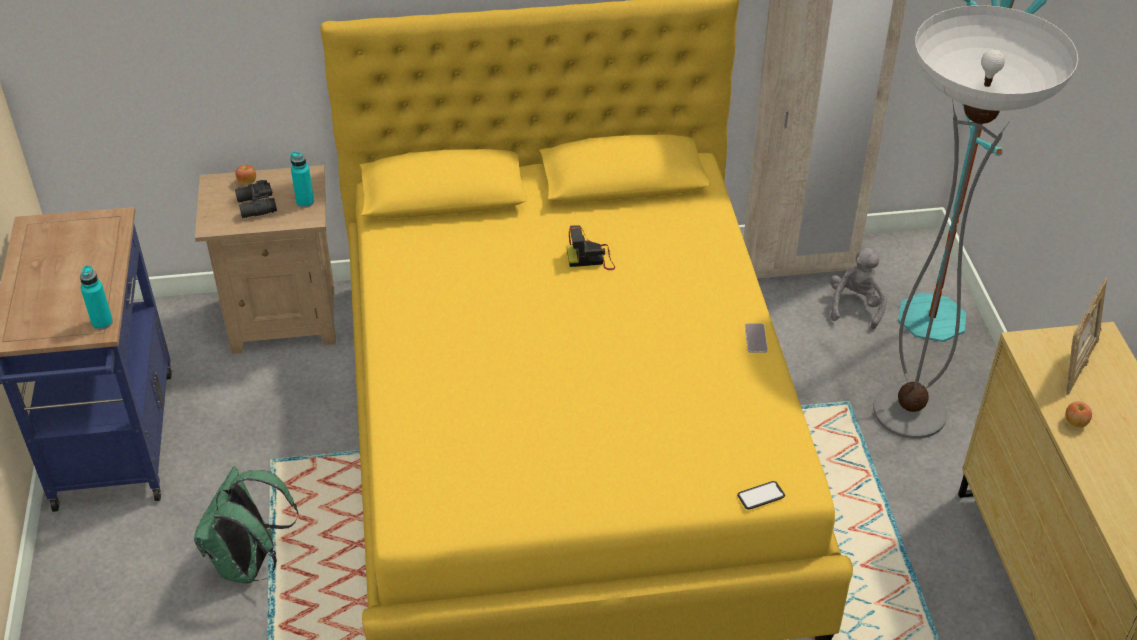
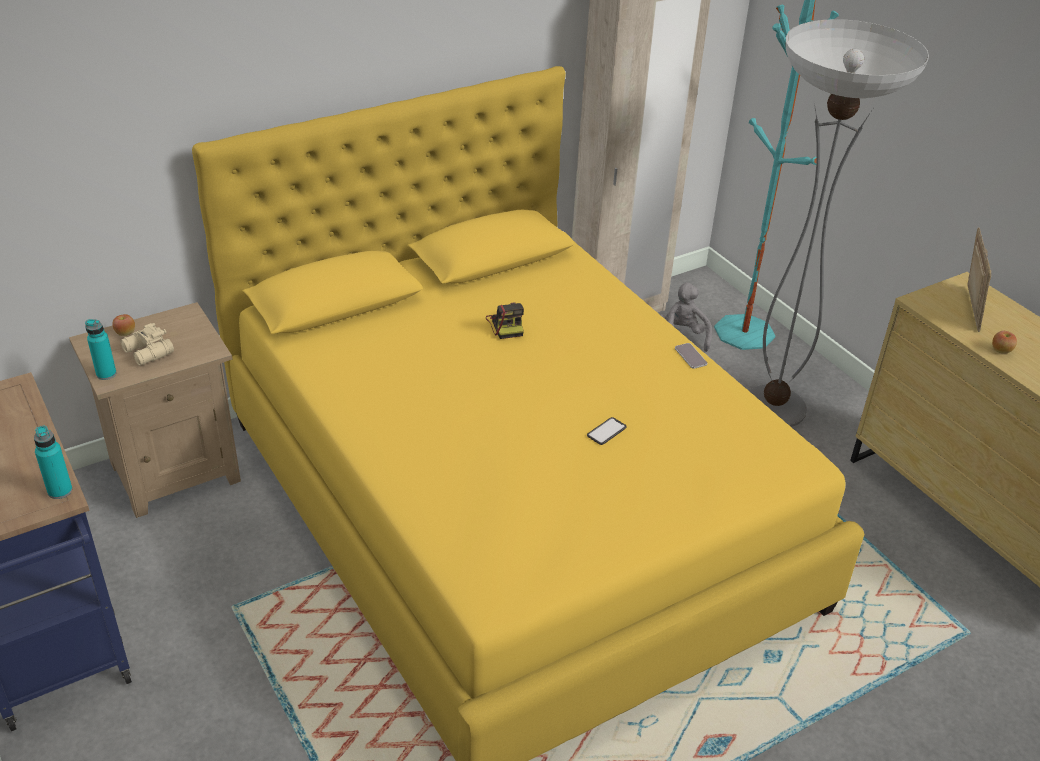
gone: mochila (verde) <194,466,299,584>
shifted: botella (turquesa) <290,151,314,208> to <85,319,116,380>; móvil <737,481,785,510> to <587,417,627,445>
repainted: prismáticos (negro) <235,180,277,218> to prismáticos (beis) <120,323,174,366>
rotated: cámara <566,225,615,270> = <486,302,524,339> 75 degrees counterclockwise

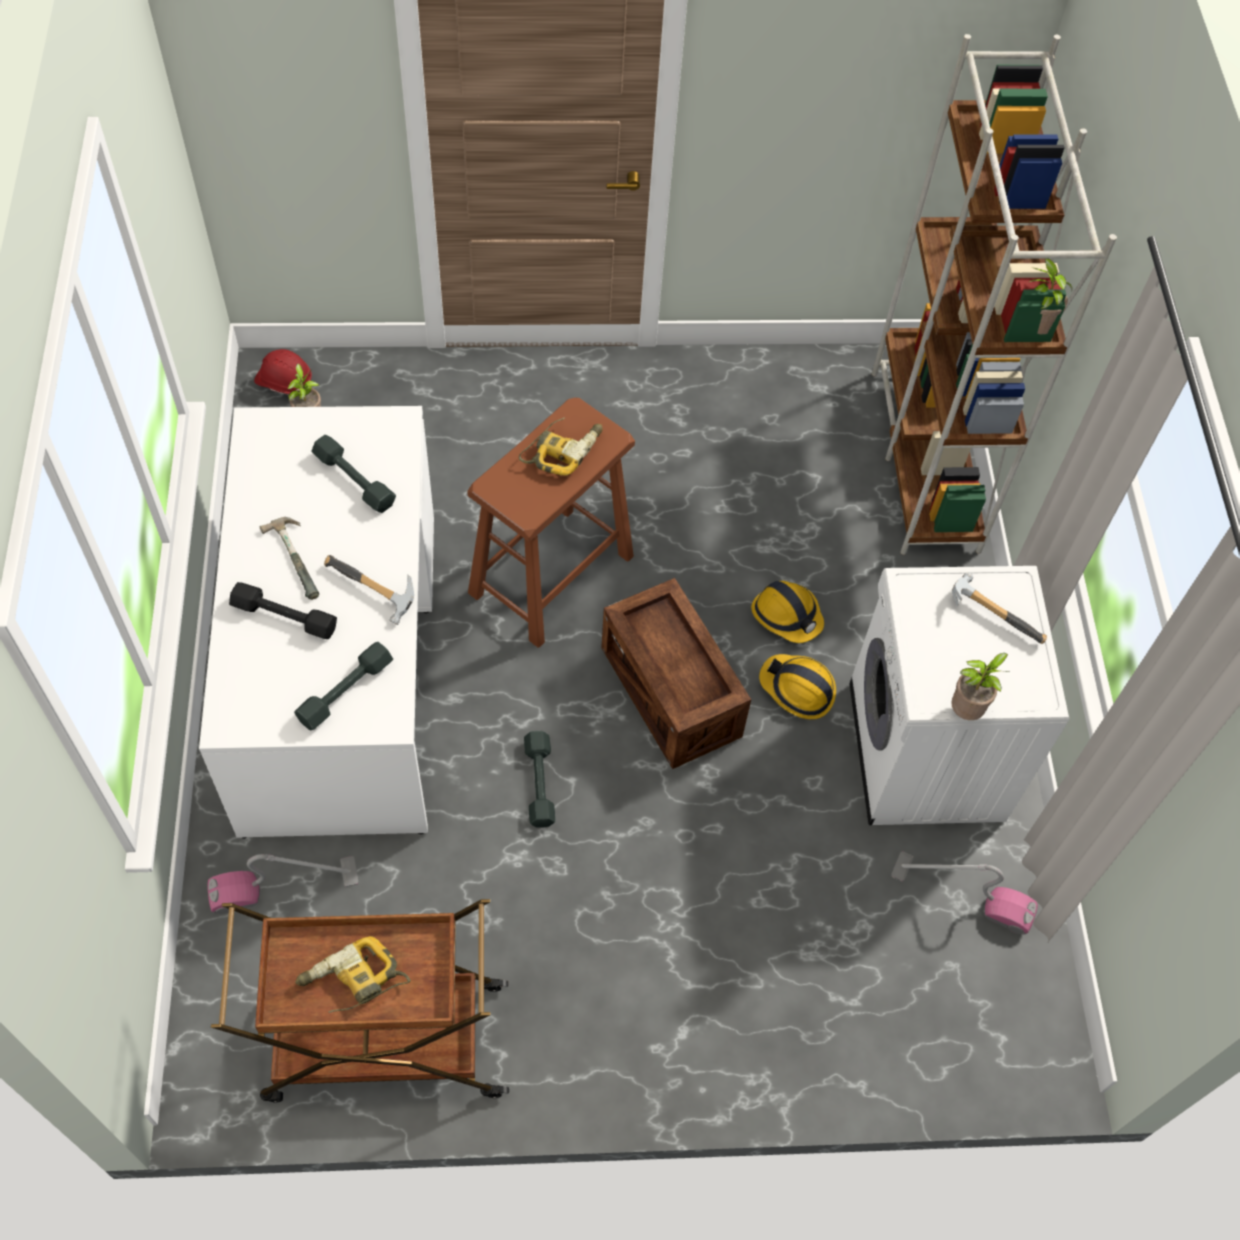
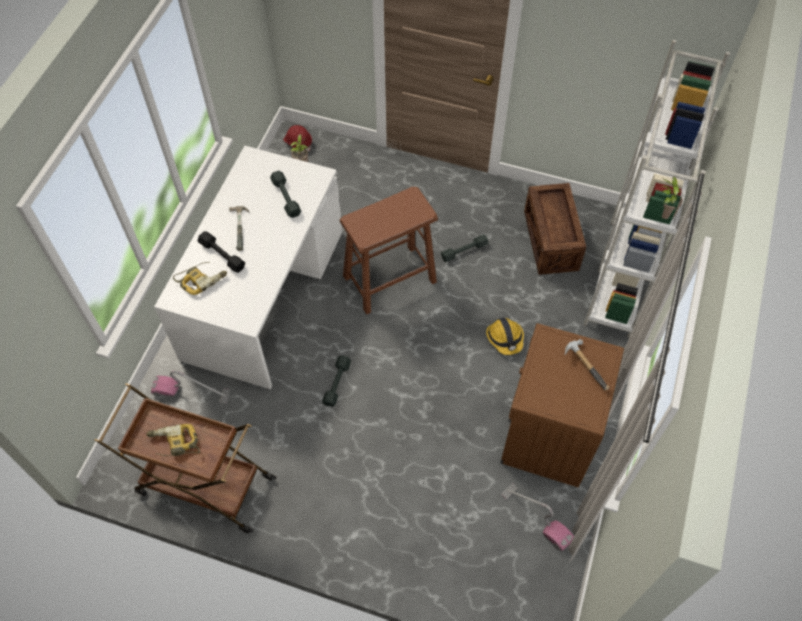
gone: martillo <324,555,414,625>; casco <759,654,836,720>; planta en maceta <951,653,1009,720>
shifted: taladro <519,417,603,476> to <173,262,227,295>; mancuerna (gris) <294,642,393,730> to <441,234,489,262>; caja de embalaje <601,578,751,769> to <524,183,586,275>
repainted: lavadora (blanco) <849,566,1069,825> to lavadora (marrón) <500,323,624,487>; estantería (marrón) <872,34,1117,555> to estantería (blanco) <584,40,730,338>

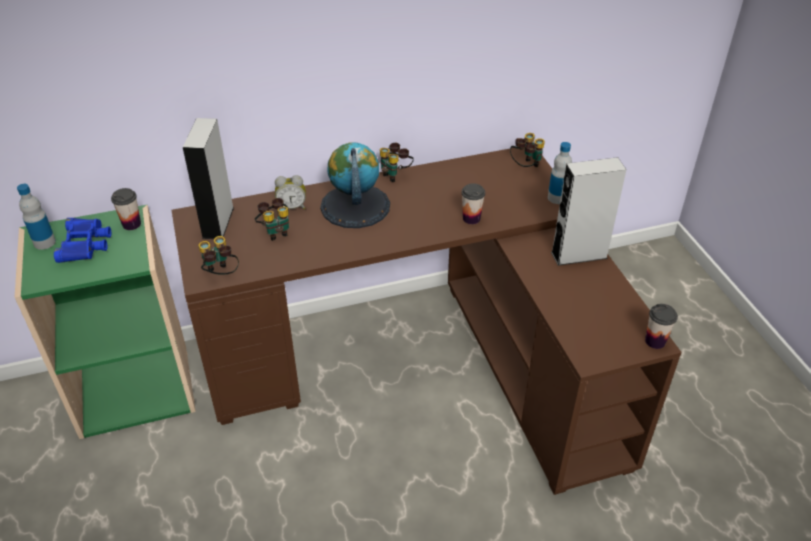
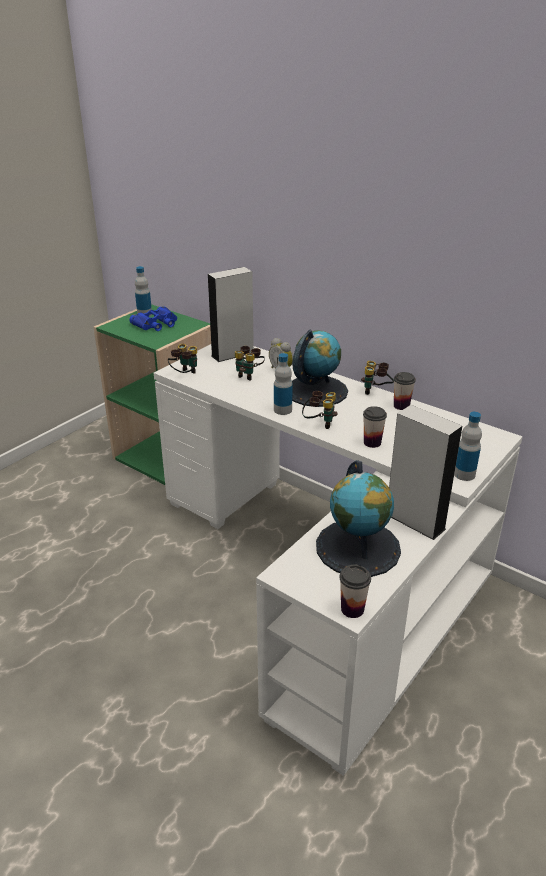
new: botella <274,353,293,415>; globo terráqueo <316,460,401,577>
shifted: prismáticos <510,133,545,167> to <302,391,338,429>; taza <111,188,141,230> to <394,372,416,410>
repainted: escritorio (marrón) <171,147,682,495> to escritorio (blanco) <154,344,523,776>

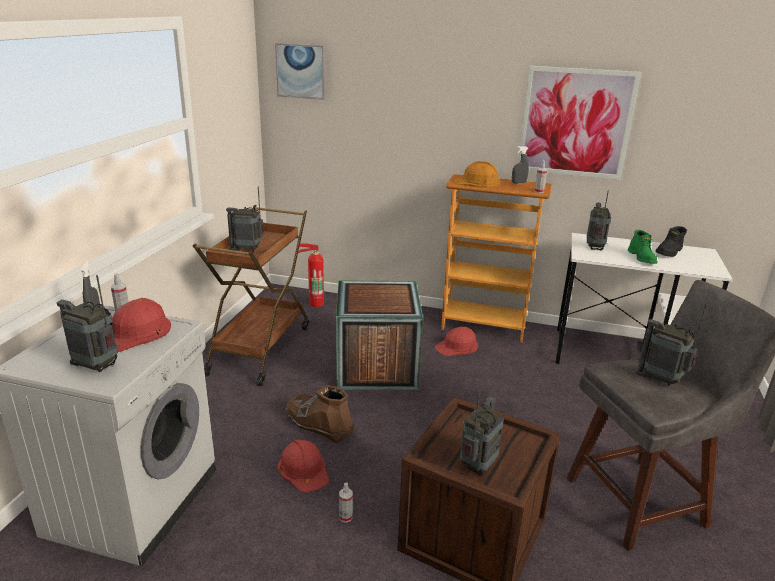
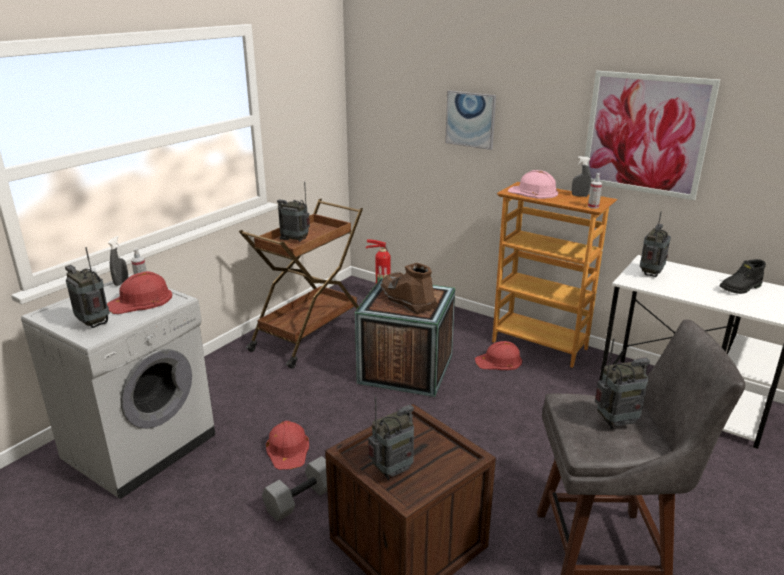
gone: bota (verde) <628,230,658,264>
shifted: bota (marrón) <284,385,355,444> to <380,263,438,314>; cuadro <275,43,325,100> to <445,91,496,150>
swapped: pulverizador <339,483,353,523> to mancuerna (gris) <262,456,327,521>
repainted: casco (naranja) <453,161,500,188> to casco (rosa) <508,170,558,199>
rotated: radio <636,304,707,386> = <595,338,650,429> 105 degrees clockwise

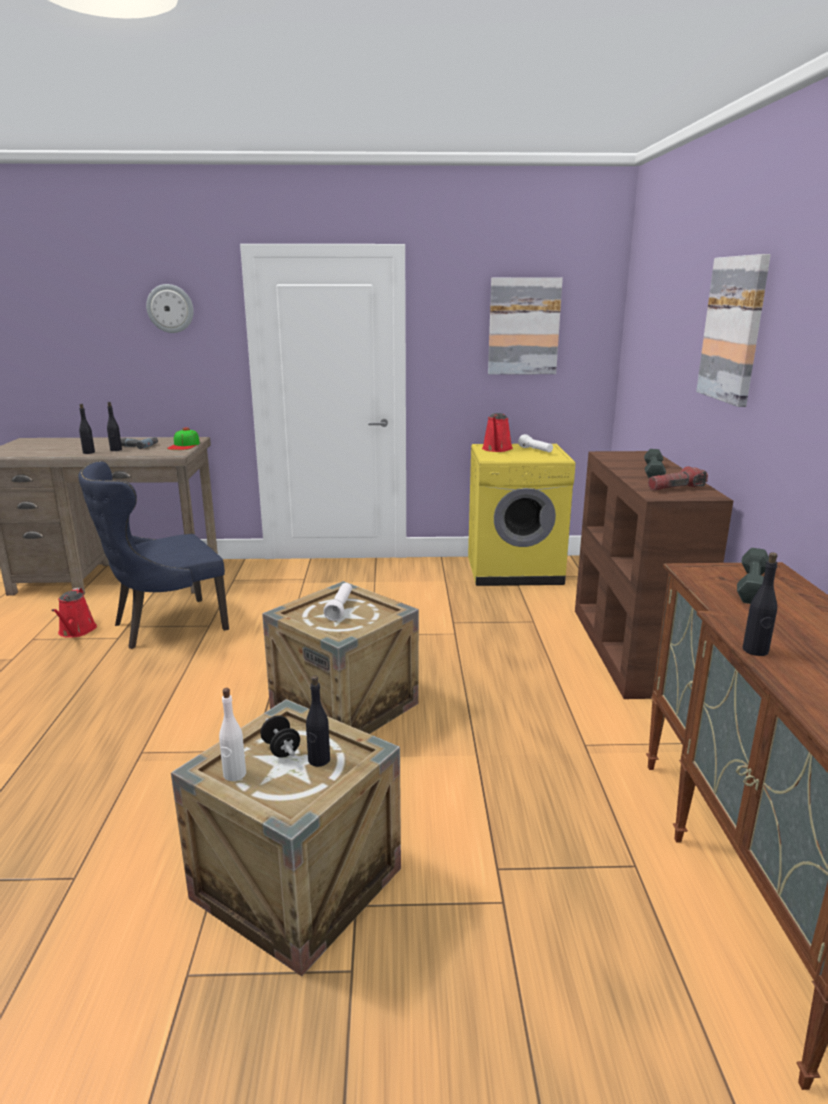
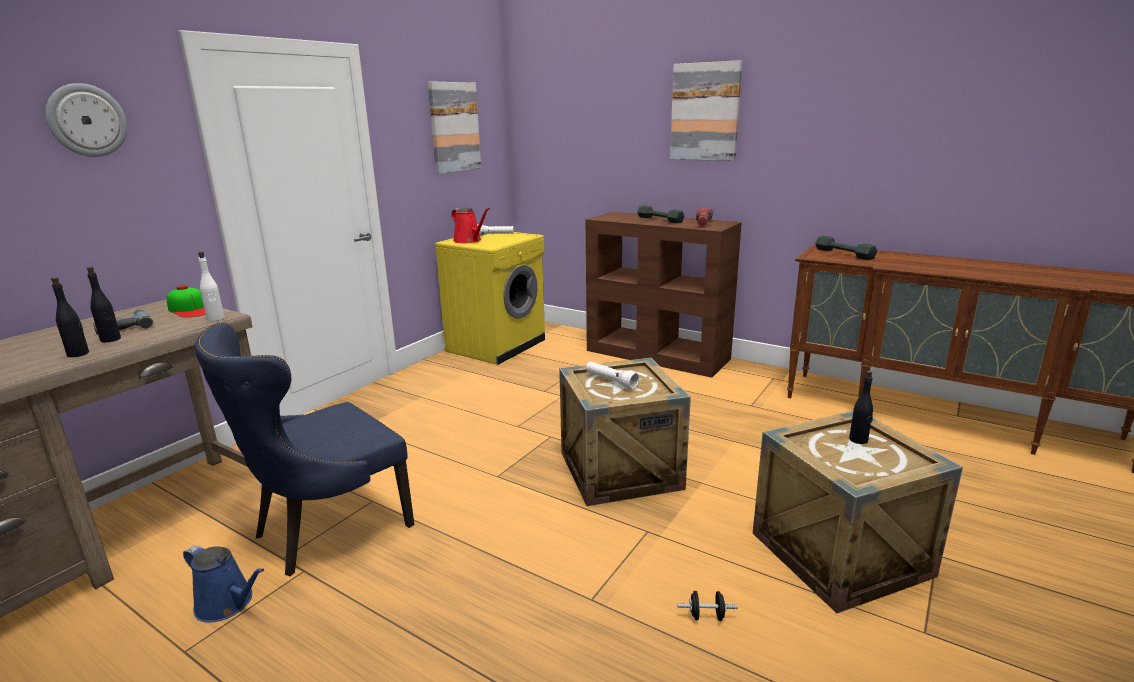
gone: botella (negro) <742,553,778,656>
shifted: botella (blanco) <219,688,246,781> to <198,251,224,321>; mancuerna (negro) <260,715,300,758> to <677,591,738,621>
repainted: regadera (rojo) <51,587,97,638> to regadera (azul) <183,545,264,622>
rotated: silla (azul) <78,461,229,649> = <195,322,414,576> 45 degrees clockwise

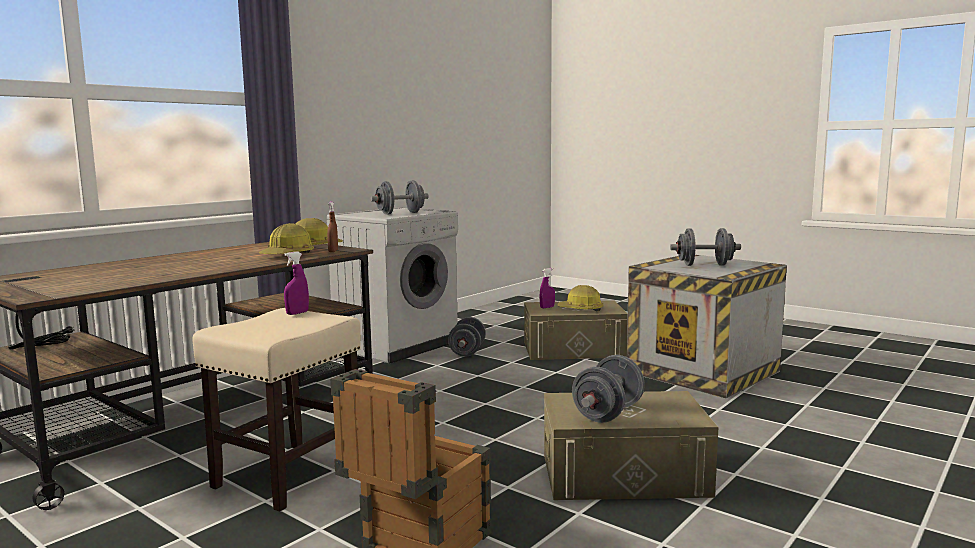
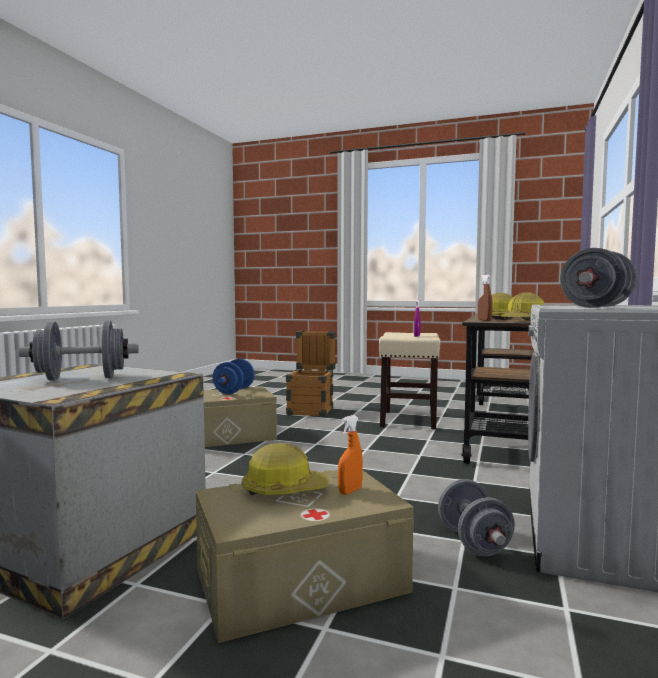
repainted: mancuerna (gris) <572,355,645,423> to mancuerna (azul) <213,359,255,394>; pulverizador (morado) <540,268,555,309> to pulverizador (naranja) <338,415,363,495>

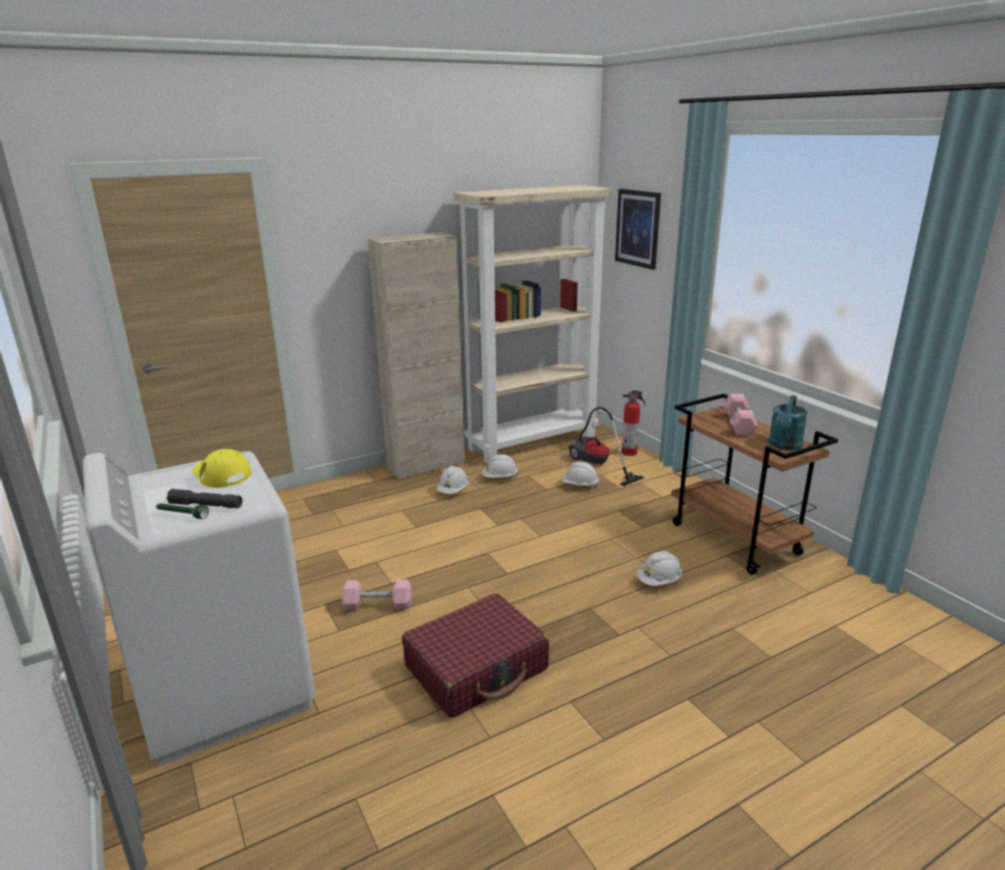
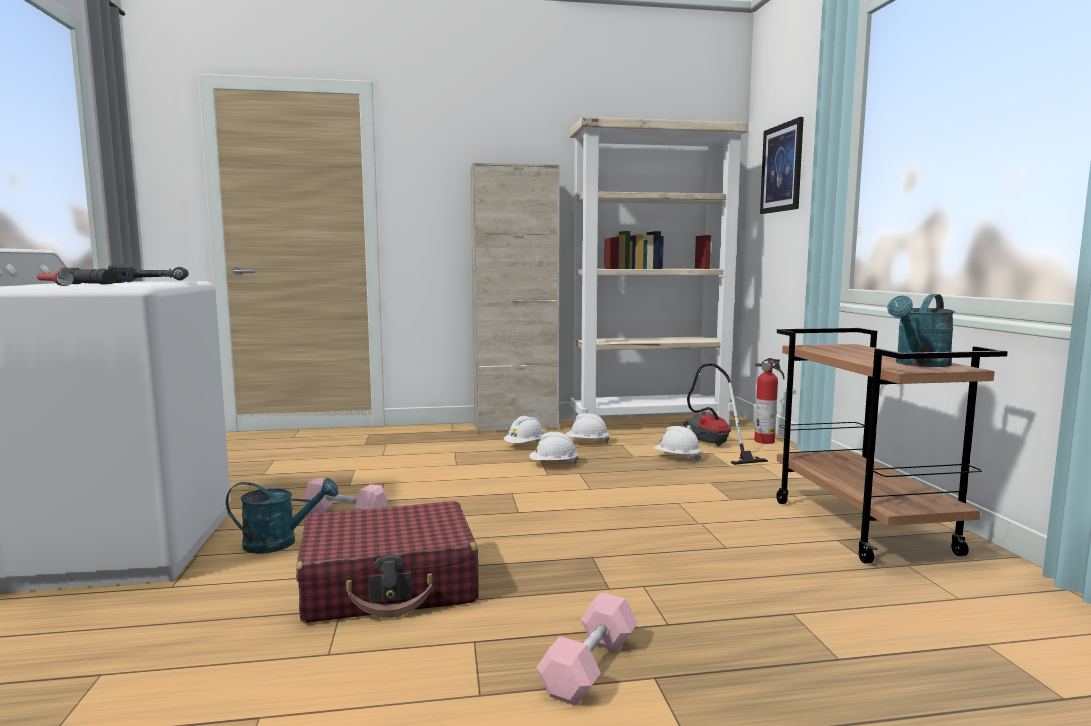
new: regadera (turquesa) <226,478,338,554>
shifted: casco (blanco) <636,551,682,586> to <529,432,579,464>; mancuerna (rosa) <722,394,759,436> to <536,592,638,706>
swapped: gorra (amarillo) <192,449,251,488> to taladro <108,265,189,283>
repainted: linterna (verde) <156,503,209,519> to linterna (rojo) <37,270,74,286>

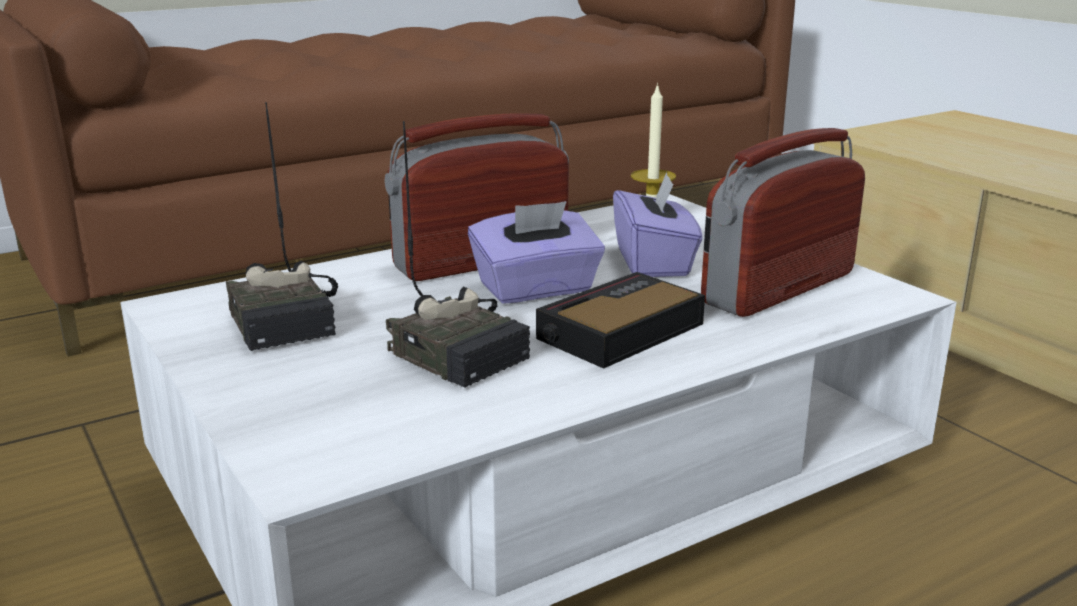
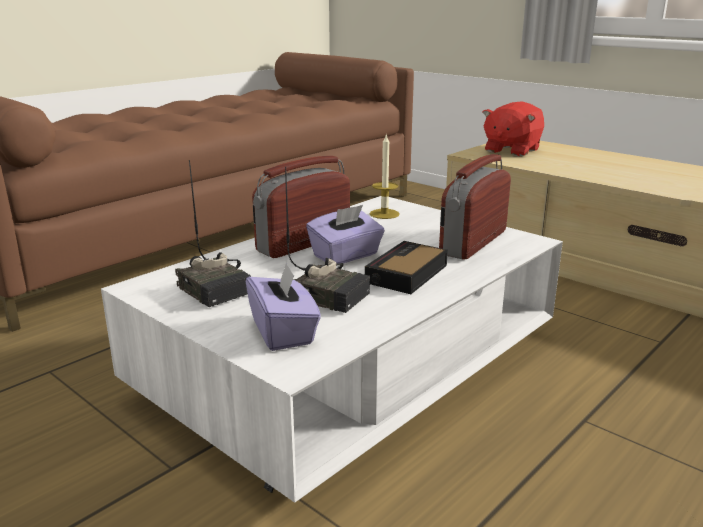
new: peluche (rojo) <483,102,544,157>
shifted: caja de pañuelos (morado) <613,172,703,277> to <246,262,321,351>

